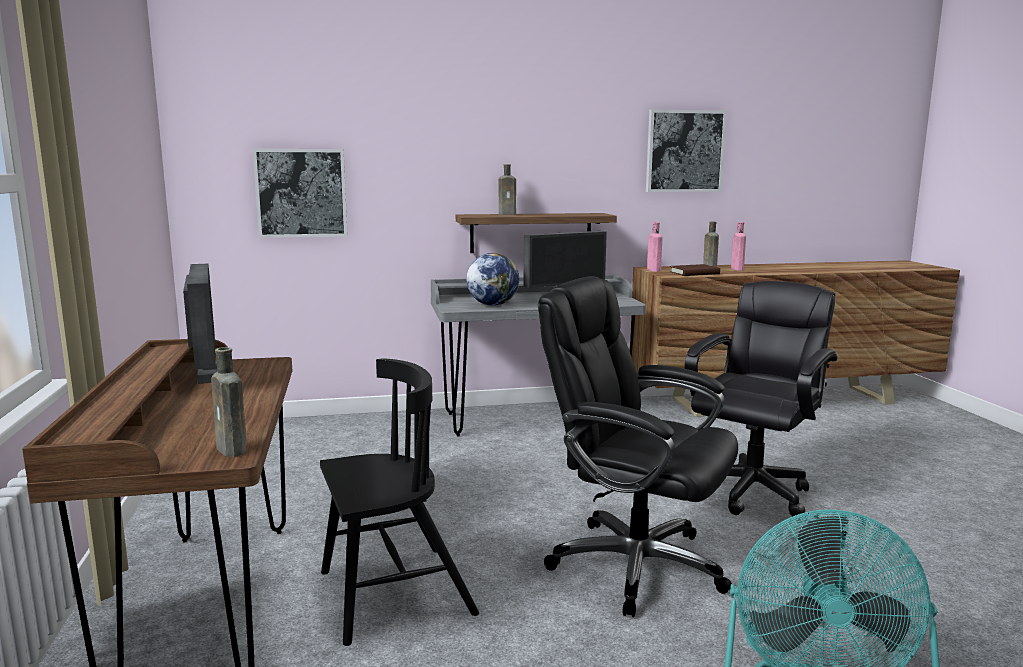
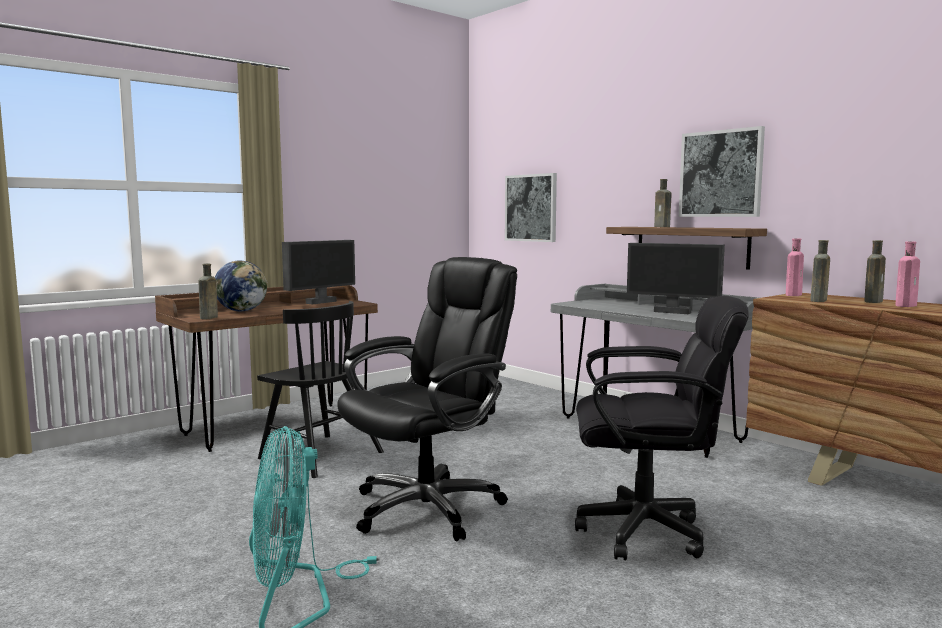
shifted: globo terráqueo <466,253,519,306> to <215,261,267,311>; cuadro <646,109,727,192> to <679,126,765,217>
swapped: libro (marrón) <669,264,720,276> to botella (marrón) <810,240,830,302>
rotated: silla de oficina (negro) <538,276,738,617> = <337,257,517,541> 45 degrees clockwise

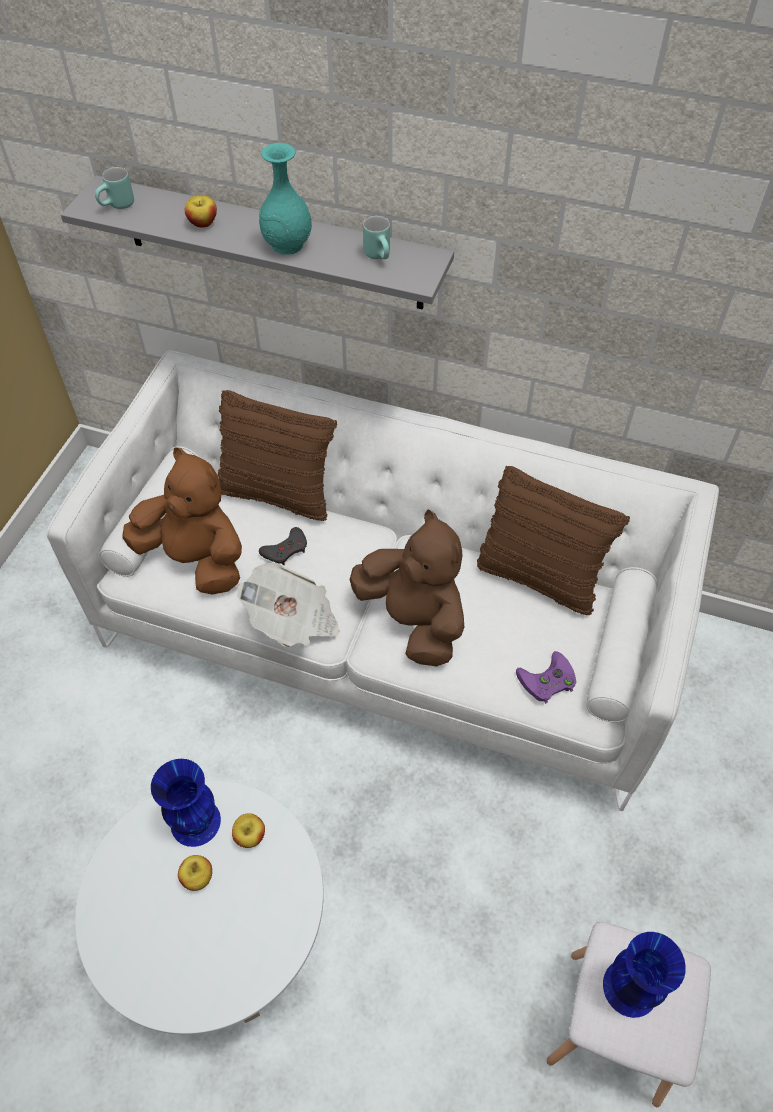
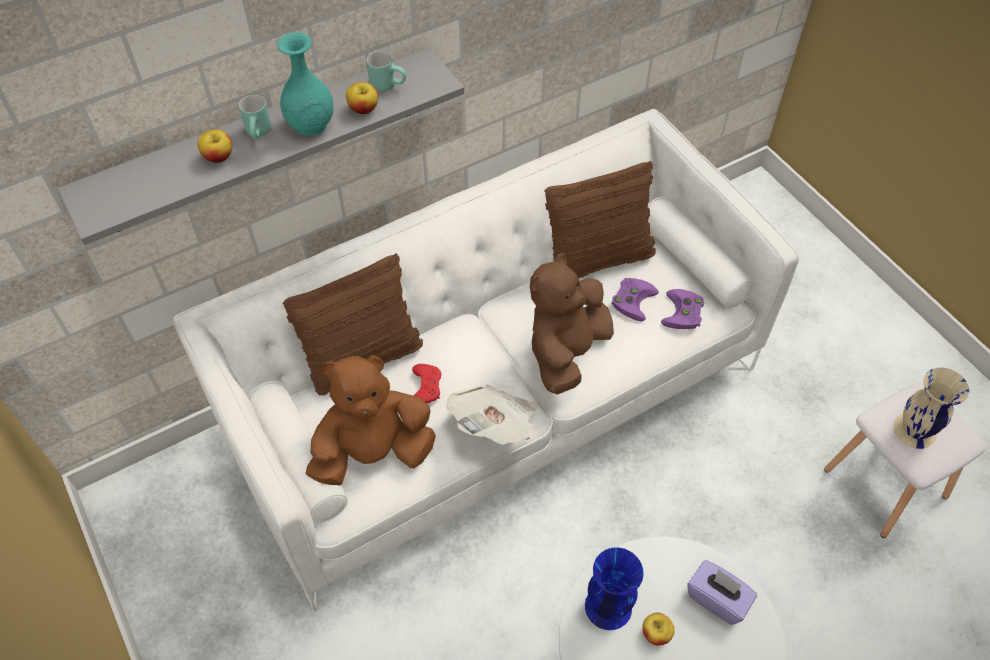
new: mando de consola (morado) <611,278,658,321>; caja de pañuelos (morado) <687,560,757,625>
shifted: taza grande (turquesa) <95,167,134,209> to <239,95,271,139>; manzana <232,813,265,848> to <346,82,378,114>
repainted: mando de consola (gris) <259,527,307,566> to mando de consola (rojo) <412,364,441,404>; florero (azul) <603,932,686,1018> to florero (beis) <894,368,969,449>
rotated: peluche (marrón) <350,510,464,666> = <530,253,614,395> 60 degrees counterclockwise

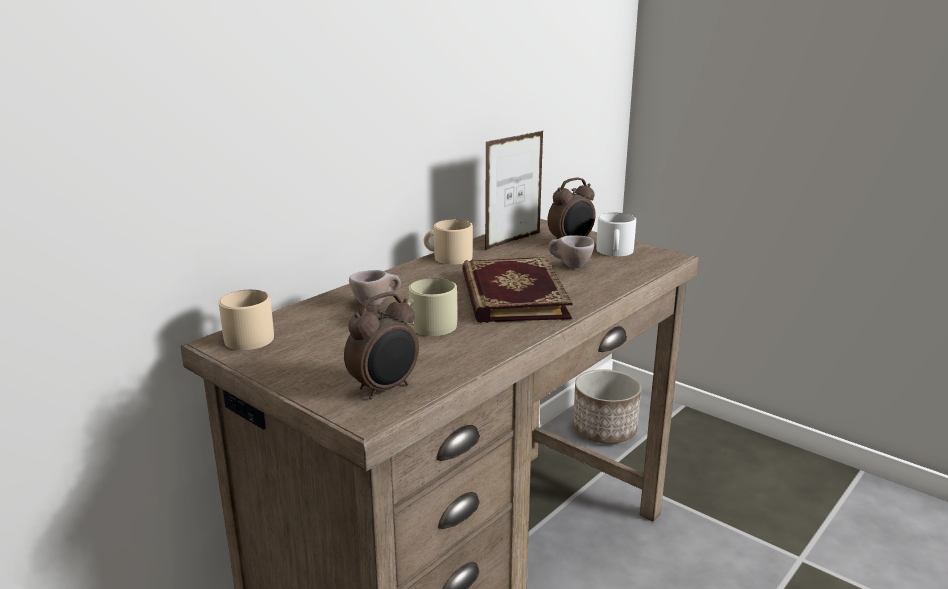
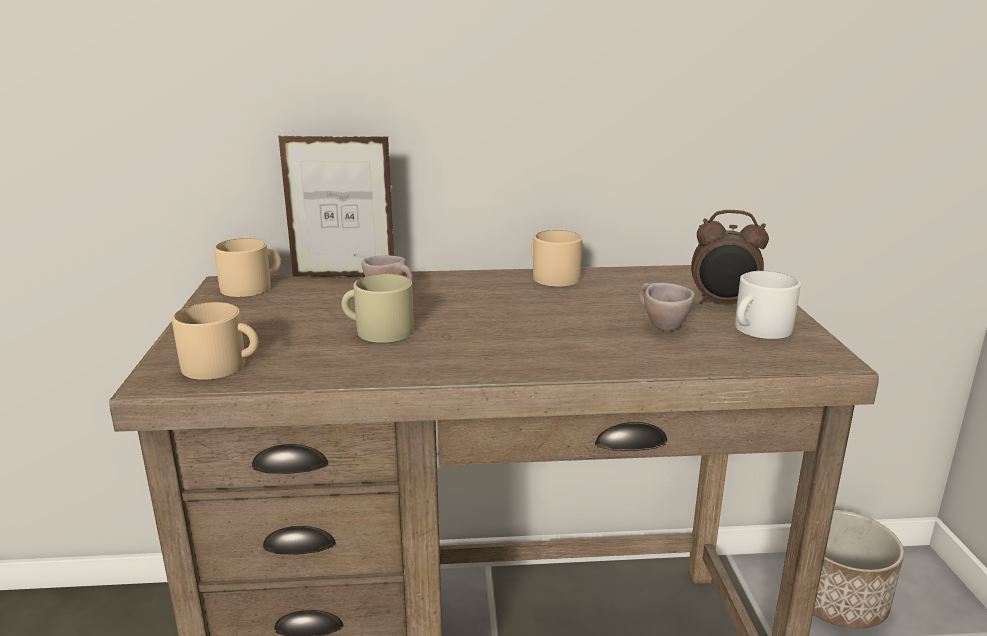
gone: libro <462,257,572,323>
shifted: portarretratos <485,131,543,250> to <278,136,394,277>
swapped: despertador <344,292,419,400> to taza grande (beis) <172,302,259,380>

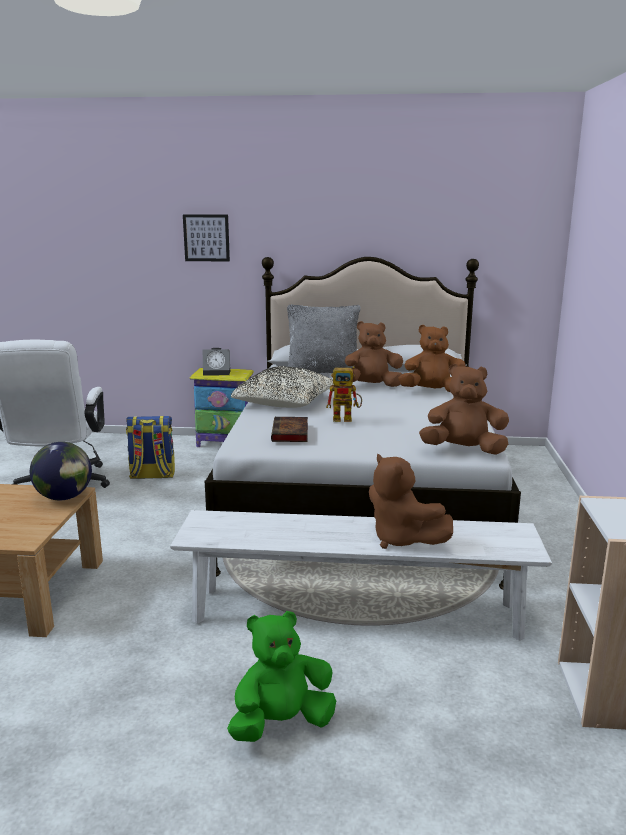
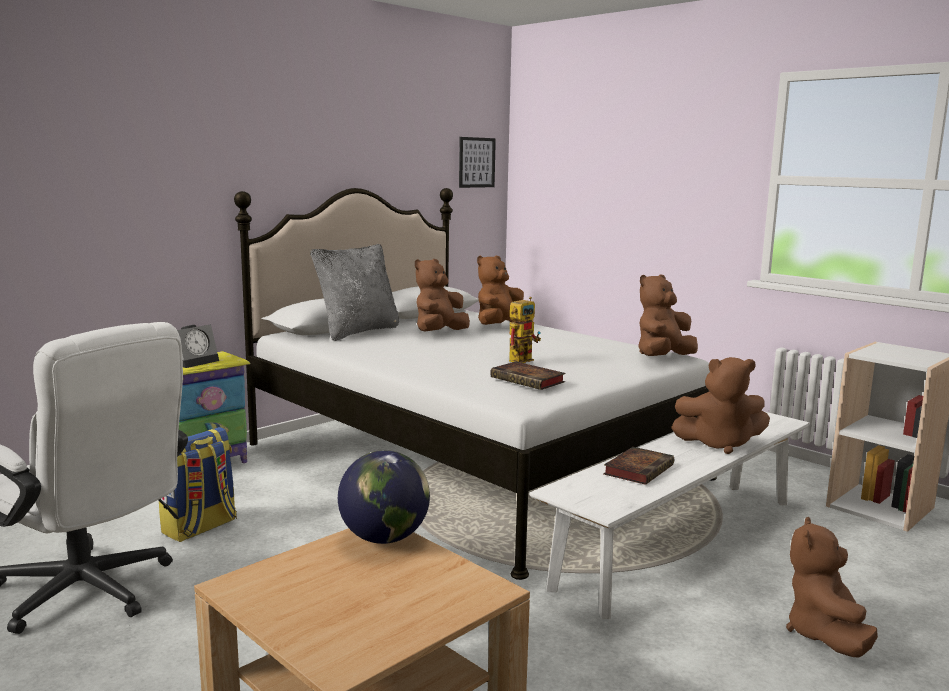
gone: cojín (beis) <231,366,334,408>
new: libro <603,447,674,485>
shifted: cuadro <183,214,230,262> to <459,137,496,188>
repainted: peluche (verde) <227,611,336,742> to peluche (marrón) <786,517,878,657>

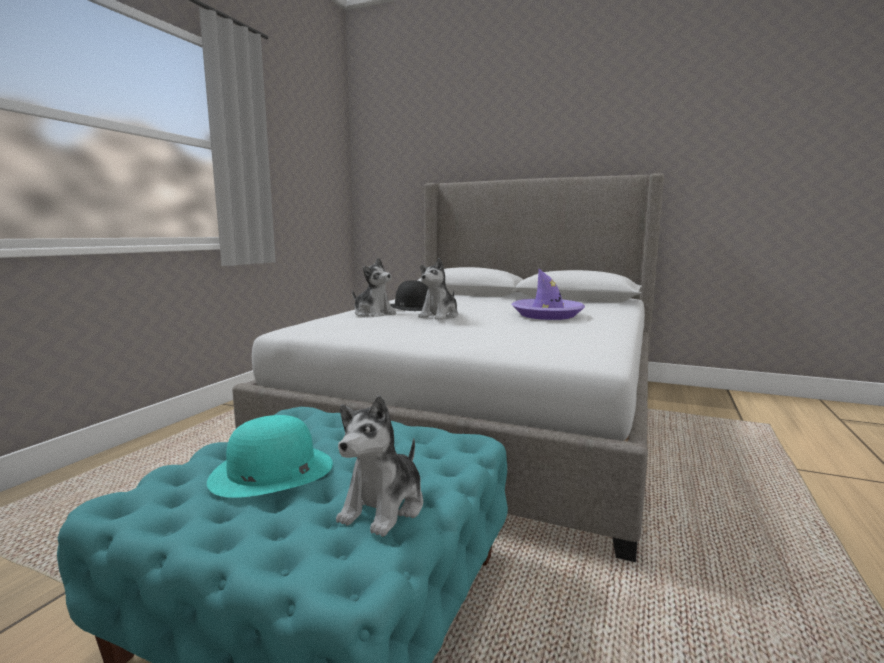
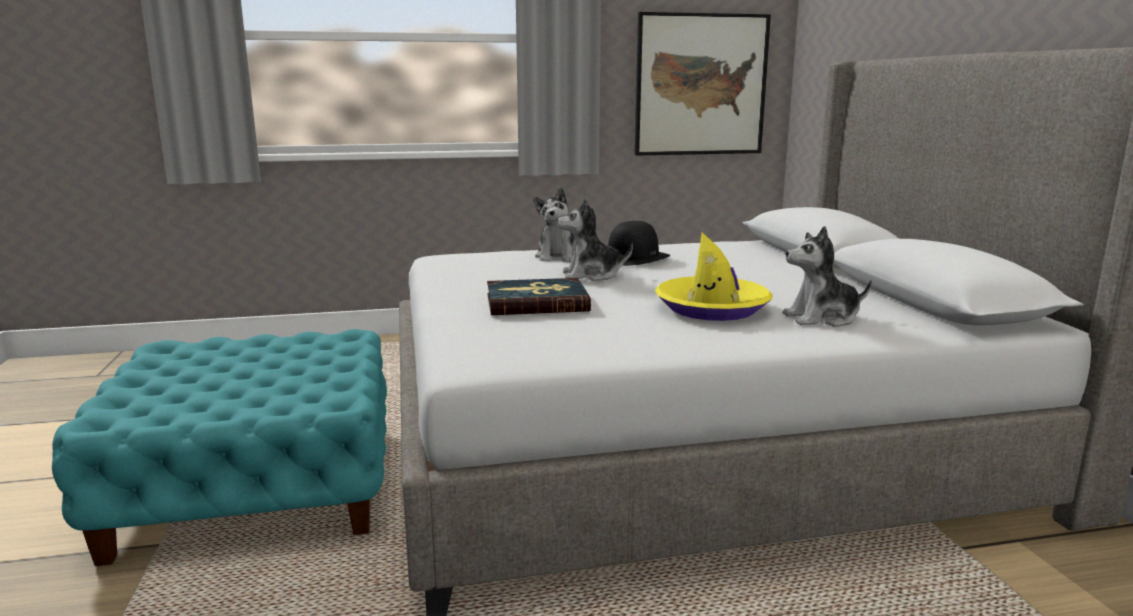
gone: sombrero (turquesa) <207,415,333,498>
new: libro <487,278,591,315>; cuadro <635,12,771,155>
shifted: peluche <336,395,423,537> to <783,226,872,327>
repainted: sombrero (morado) <512,269,585,320> to sombrero (amarillo) <655,232,773,321>

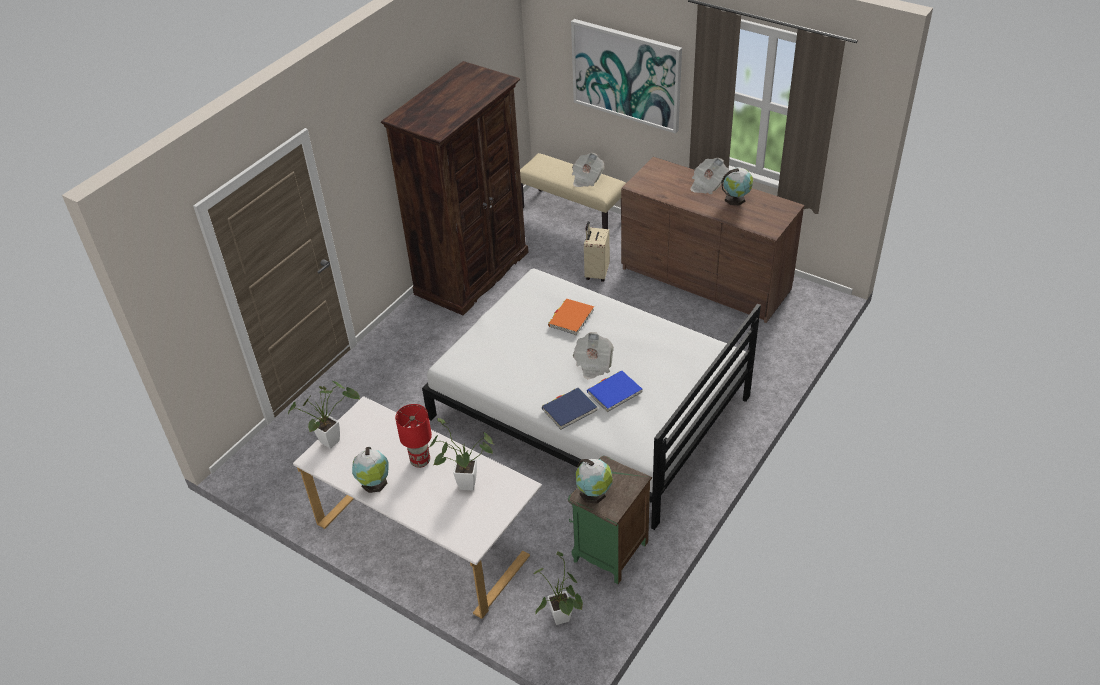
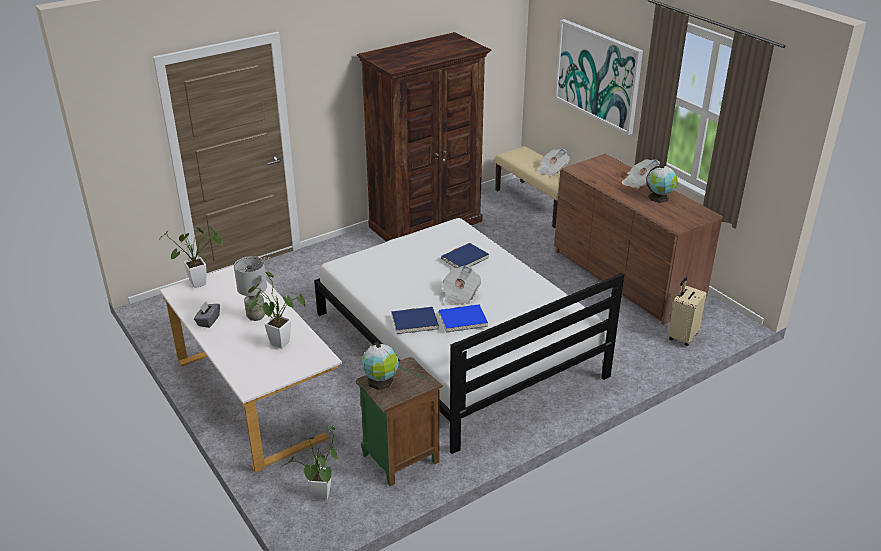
shifted: maleta (beis) <584,221,610,281> to <668,278,707,346>
swapped: globo terráqueo <352,447,389,493> to caja de pañuelos (gris) <194,302,220,328>
repainted: lámpara de mesa (rojo) <395,404,432,468> to lámpara de mesa (gris) <234,256,267,321>; libro (naranja) <548,299,594,335> to libro (azul) <441,243,489,268>

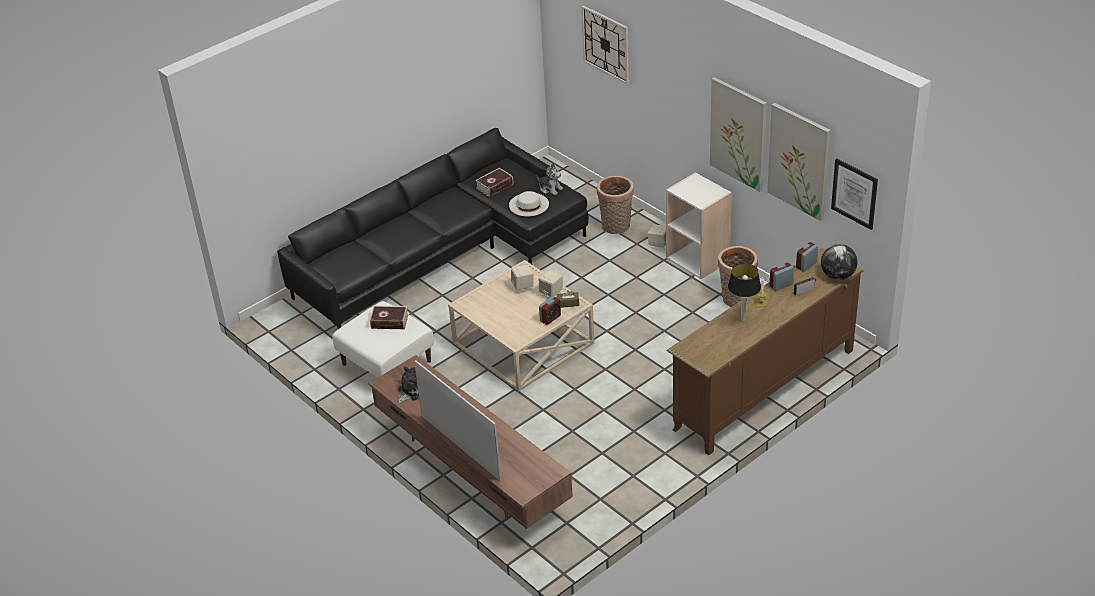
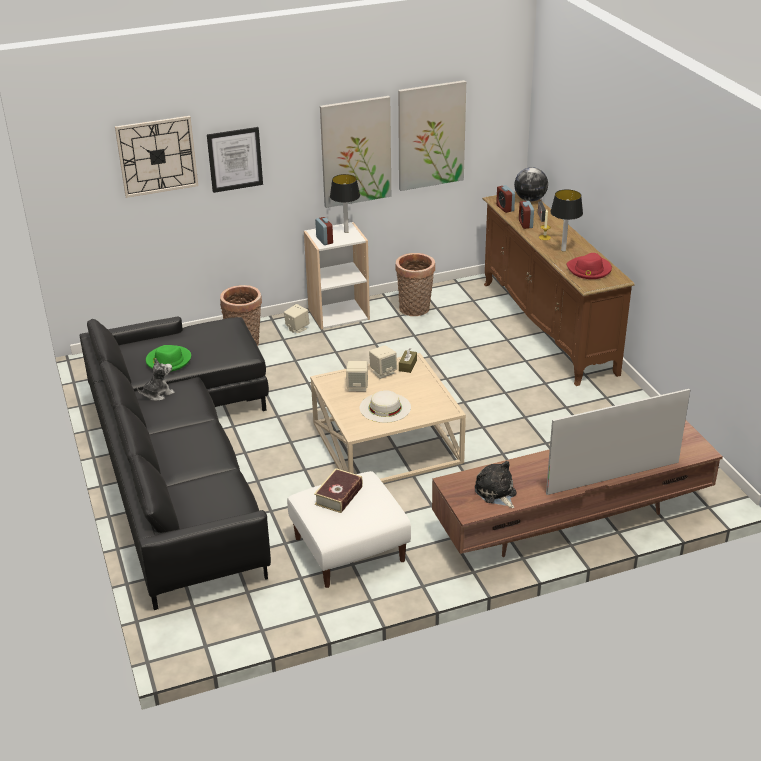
new: lámpara de mesa <330,174,360,233>; sombrero (rojo) <566,253,612,279>
shifted: peluche <536,163,563,195> to <137,359,175,401>; cuadro <831,159,878,230> to <207,127,263,193>; despertador <539,296,561,325> to <315,217,333,245>; sombrero (blanco) <509,191,549,216> to <360,390,411,423>
swapped: libro <475,168,513,197> to sombrero (verde) <146,345,191,372>

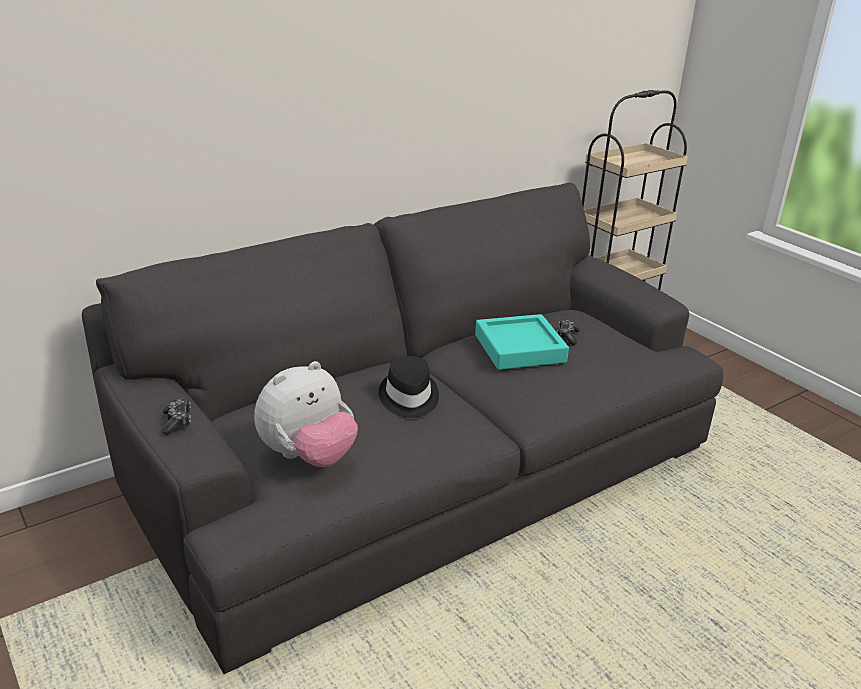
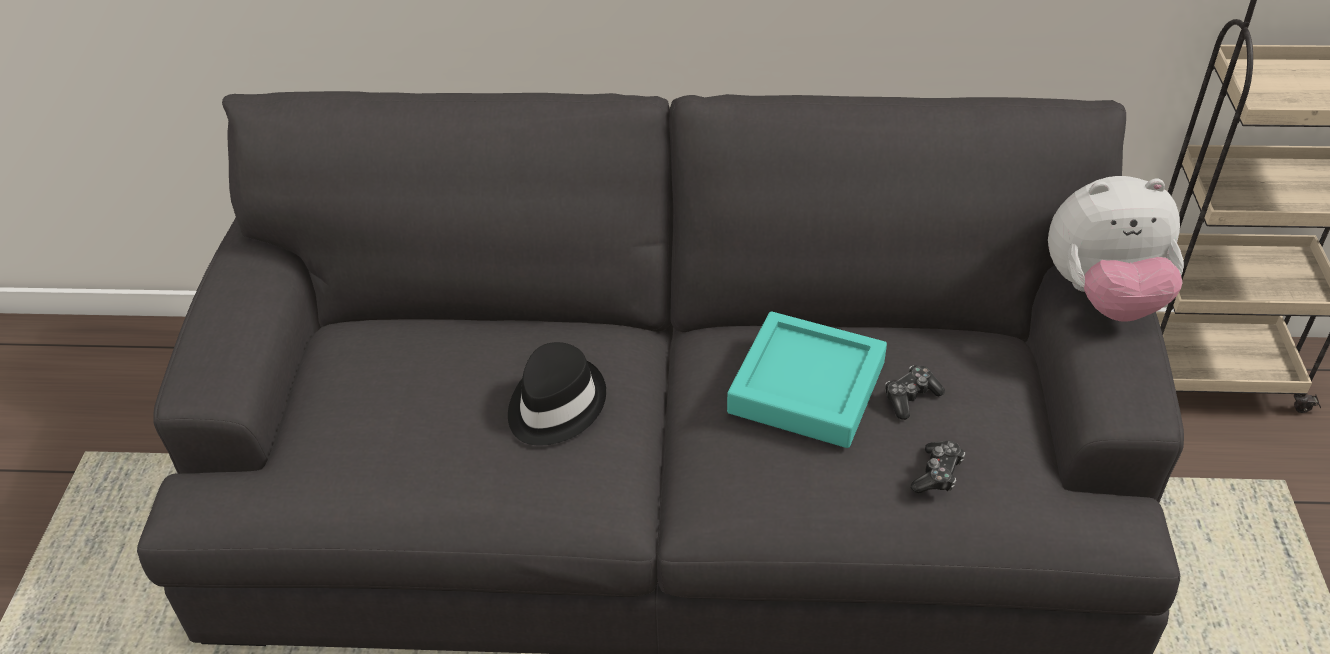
shifted: mando de consola <162,398,191,435> to <911,441,965,493>; peluche <254,361,358,467> to <1048,176,1184,322>

